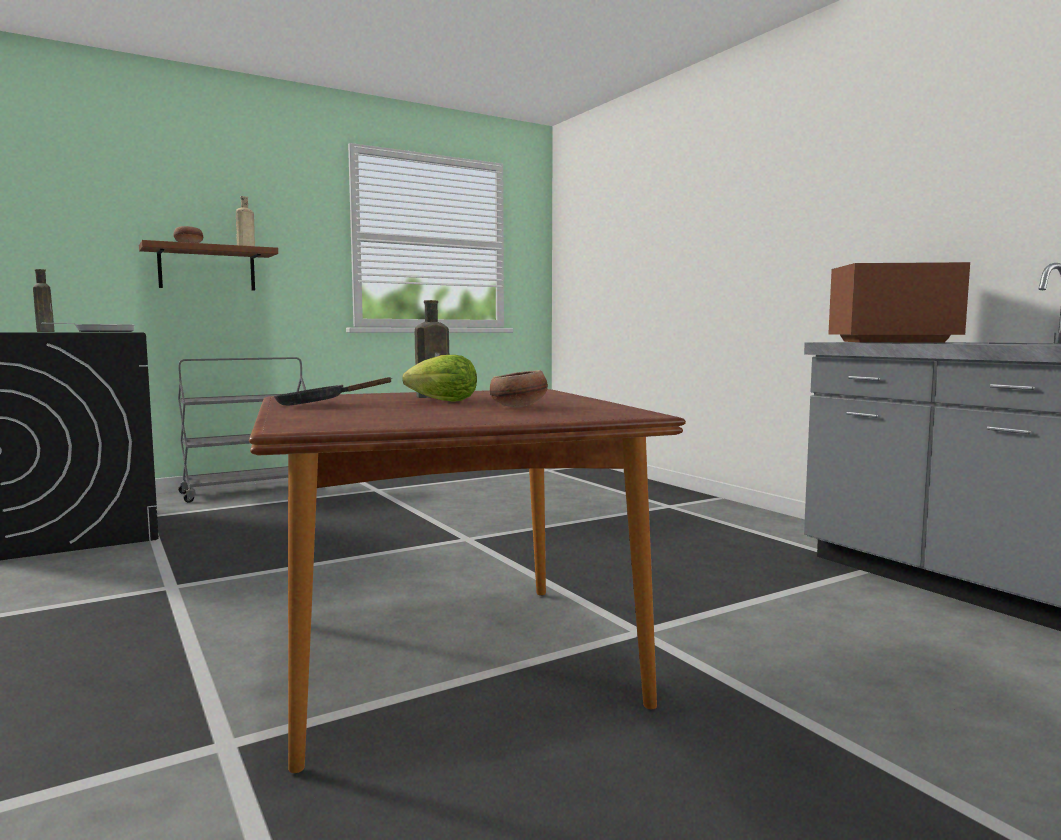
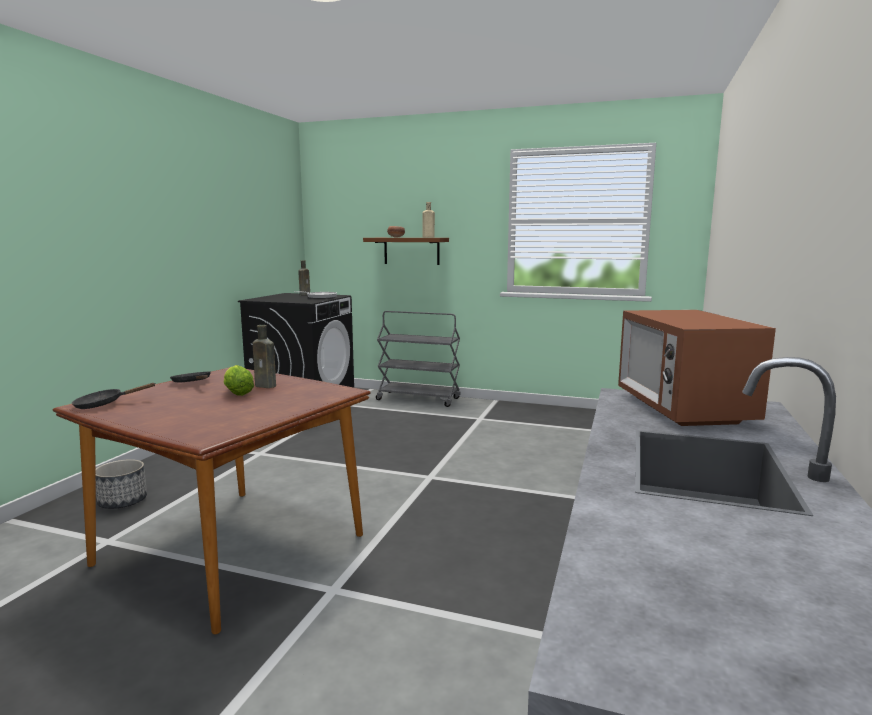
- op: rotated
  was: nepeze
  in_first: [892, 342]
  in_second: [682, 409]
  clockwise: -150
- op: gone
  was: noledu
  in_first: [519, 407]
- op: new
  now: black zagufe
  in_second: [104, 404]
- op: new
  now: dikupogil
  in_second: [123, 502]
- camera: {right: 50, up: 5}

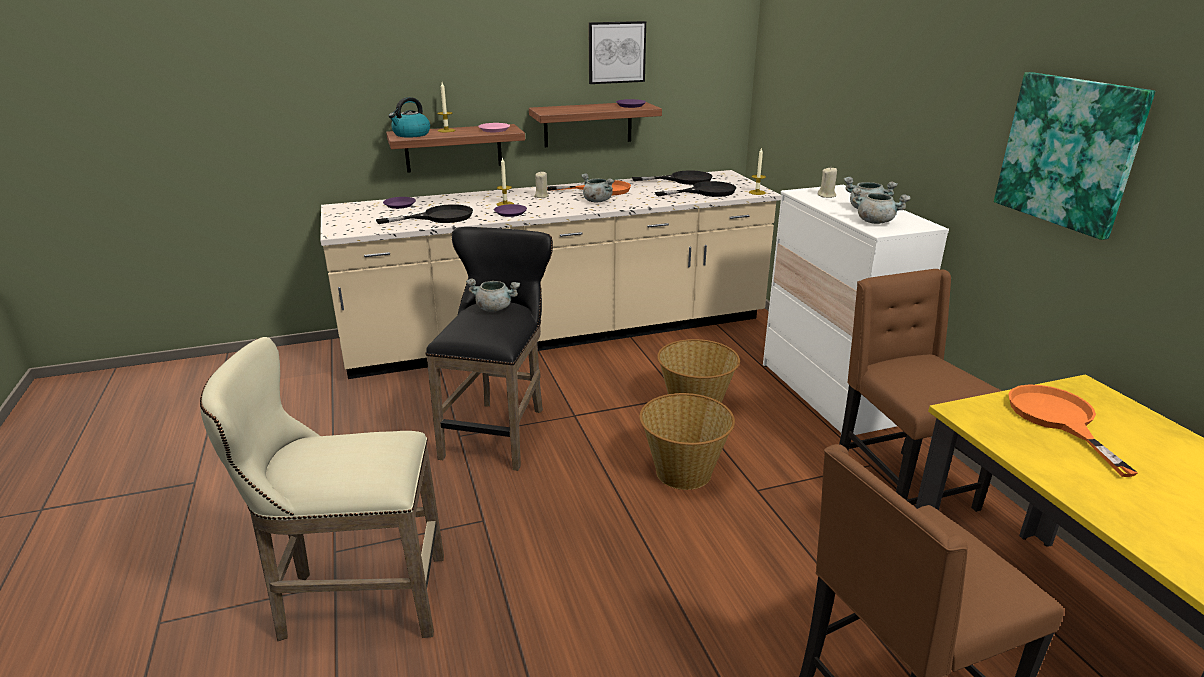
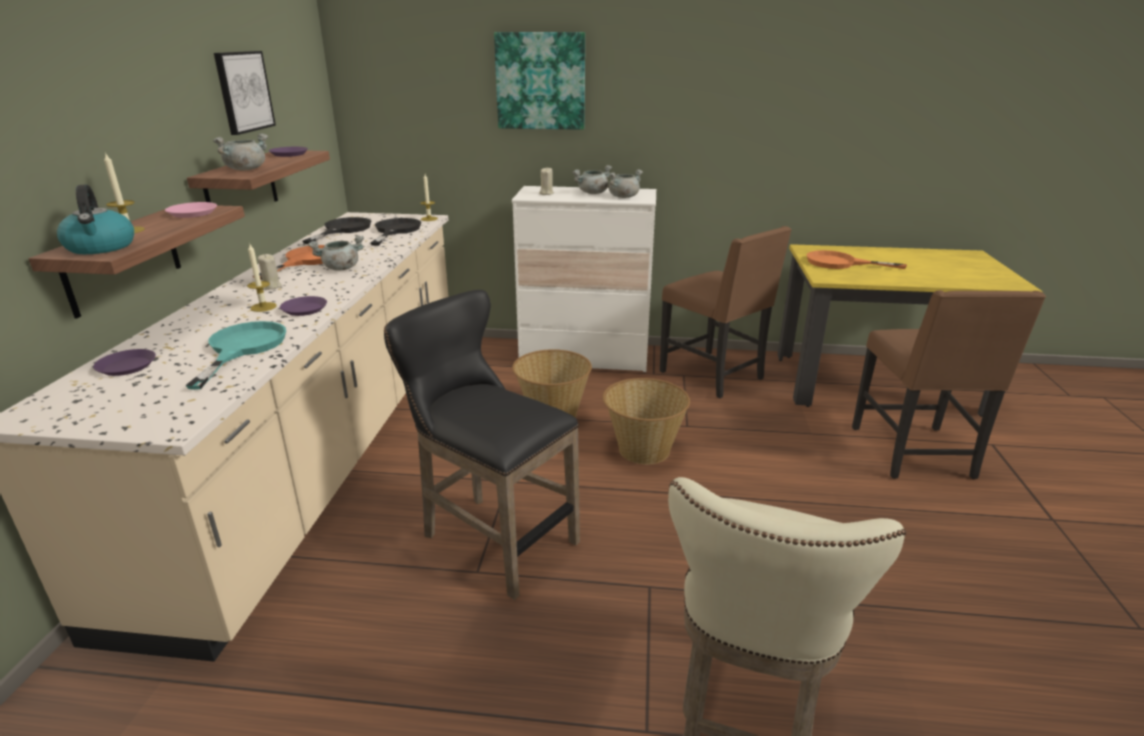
- op: shifted
  was: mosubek
  in_first: [1069, 152]
  in_second: [541, 81]
- op: repainted
  was: black zagufe
  now: turquoise zagufe
  in_first: [439, 217]
  in_second: [242, 348]
- op: rotated
  was: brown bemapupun
  in_first: [899, 488]
  in_second: [714, 375]
  clockwise: -135
- op: shifted
  was: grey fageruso
  in_first: [495, 308]
  in_second: [246, 169]
- camera: {right: -65, up: 0}

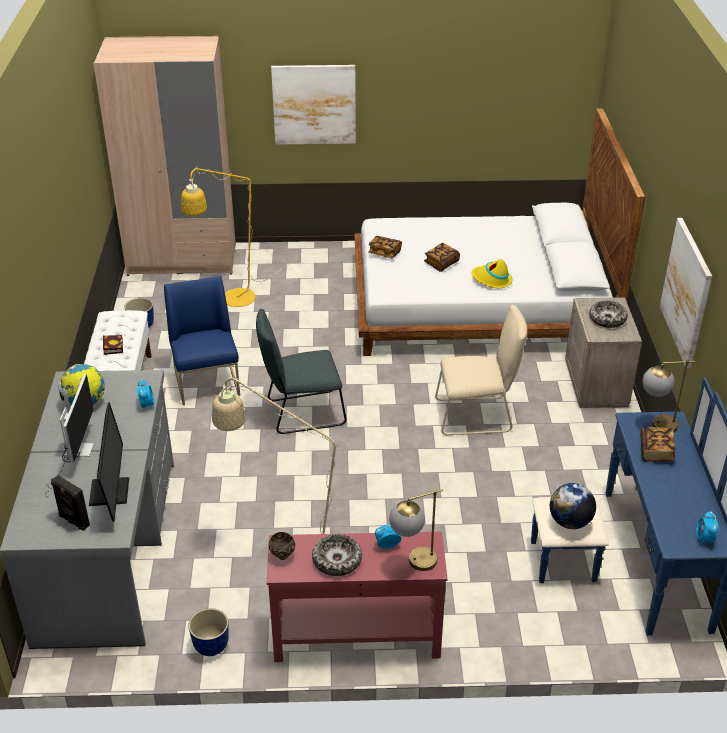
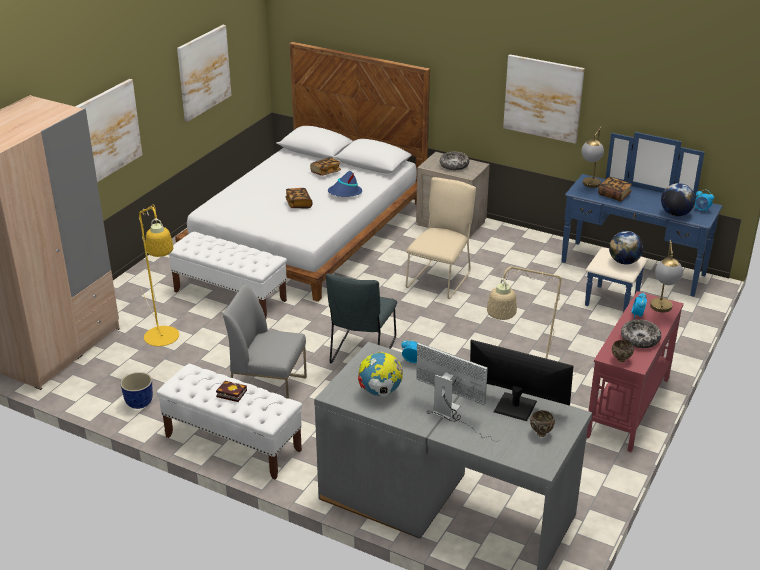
- op: shifted
  was: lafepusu
  in_first: [384, 253]
  in_second: [325, 172]
- op: repainted
  was: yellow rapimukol
  now: blue rapimukol
  in_first: [491, 280]
  in_second: [345, 193]
- op: repainted
  was: blue bemapupun
  now: grey bemapupun
  in_first: [207, 382]
  in_second: [269, 389]
- op: swapped
  was: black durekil
  now: brown noledu
  in_first: [73, 521]
  in_second: [541, 433]
- op: gone
  was: dikupogil
  in_first: [210, 646]
- op: new
  now: mosubek
  in_second: [203, 72]
- op: new
  now: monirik
  in_second: [675, 214]
- op: new
  now: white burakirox
  in_second: [230, 296]
- camera: {right: -60, up: -5}

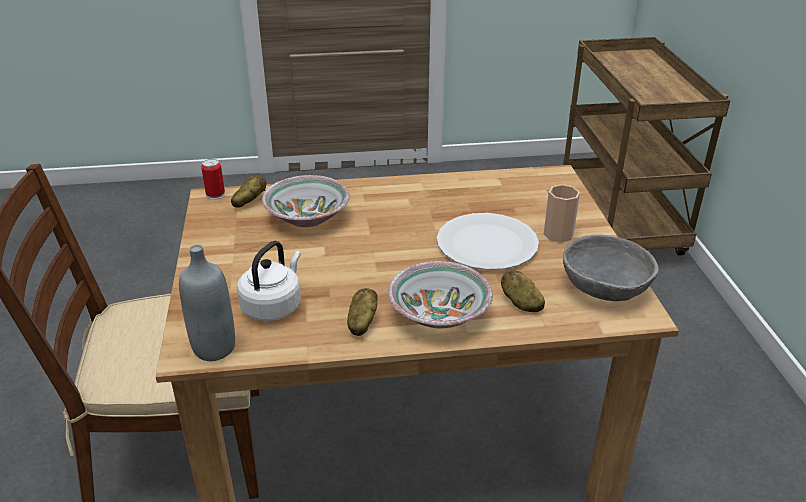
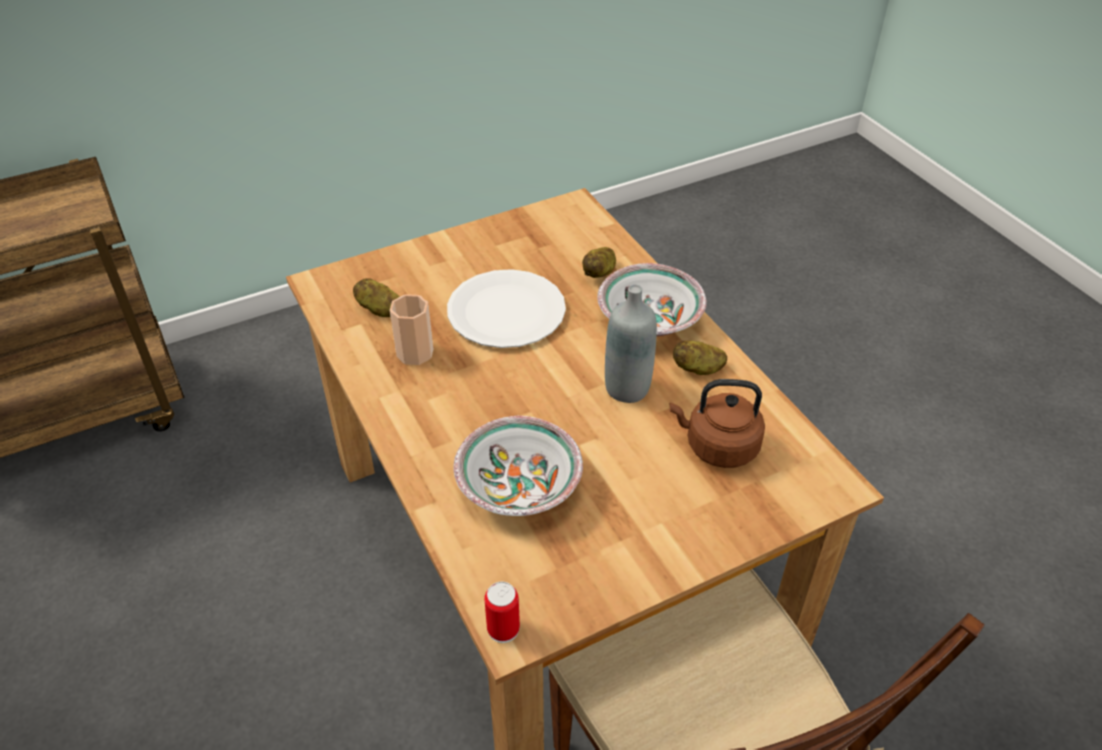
- op: shifted
  was: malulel
  in_first: [249, 201]
  in_second: [380, 310]
- op: shifted
  was: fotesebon
  in_first: [558, 234]
  in_second: [415, 353]
- op: gone
  was: grey noledu
  in_first: [603, 287]
- op: repainted
  was: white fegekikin
  now: brown fegekikin
  in_first: [273, 306]
  in_second: [717, 447]
- op: shifted
  was: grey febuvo
  in_first: [214, 348]
  in_second: [627, 388]
- camera: {right: -110, up: 10}

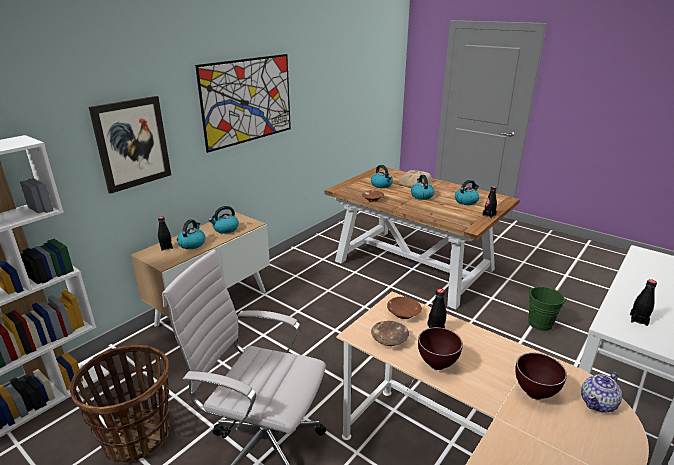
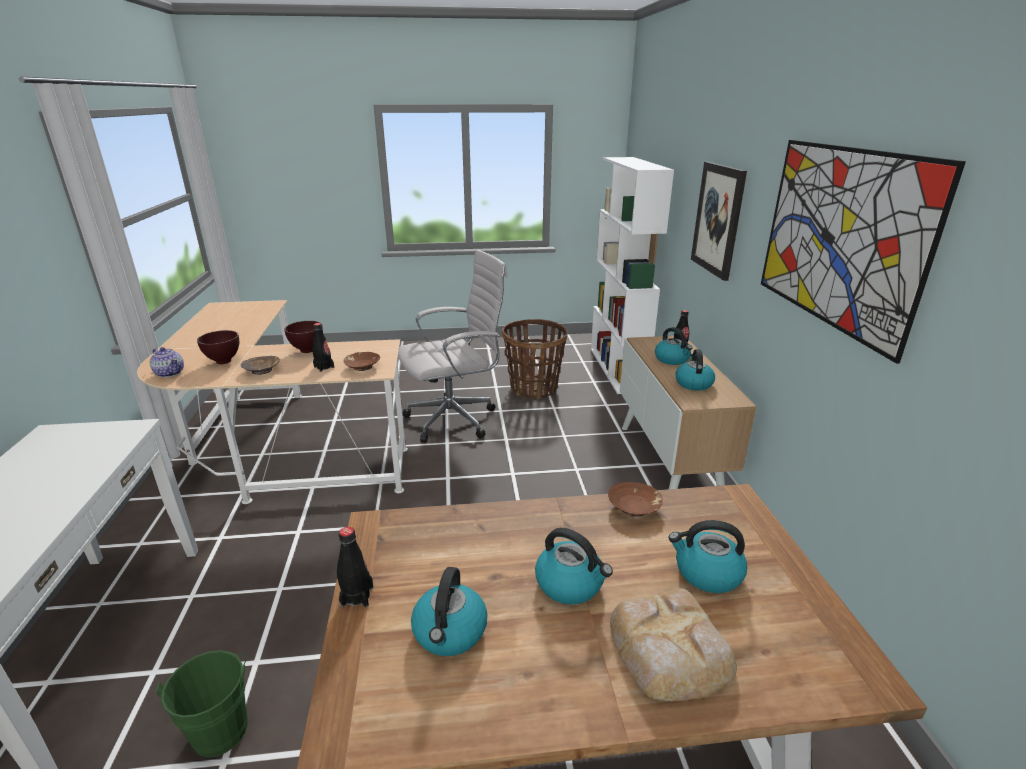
- op: gone
  was: black febuvo
  in_first: [638, 320]
- op: shifted
  was: brown noledu
  in_first: [389, 339]
  in_second: [262, 370]
- op: rotated
  was: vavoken
  in_first: [598, 403]
  in_second: [170, 373]
  clockwise: 120
- camera: {right: 135, up: 0}

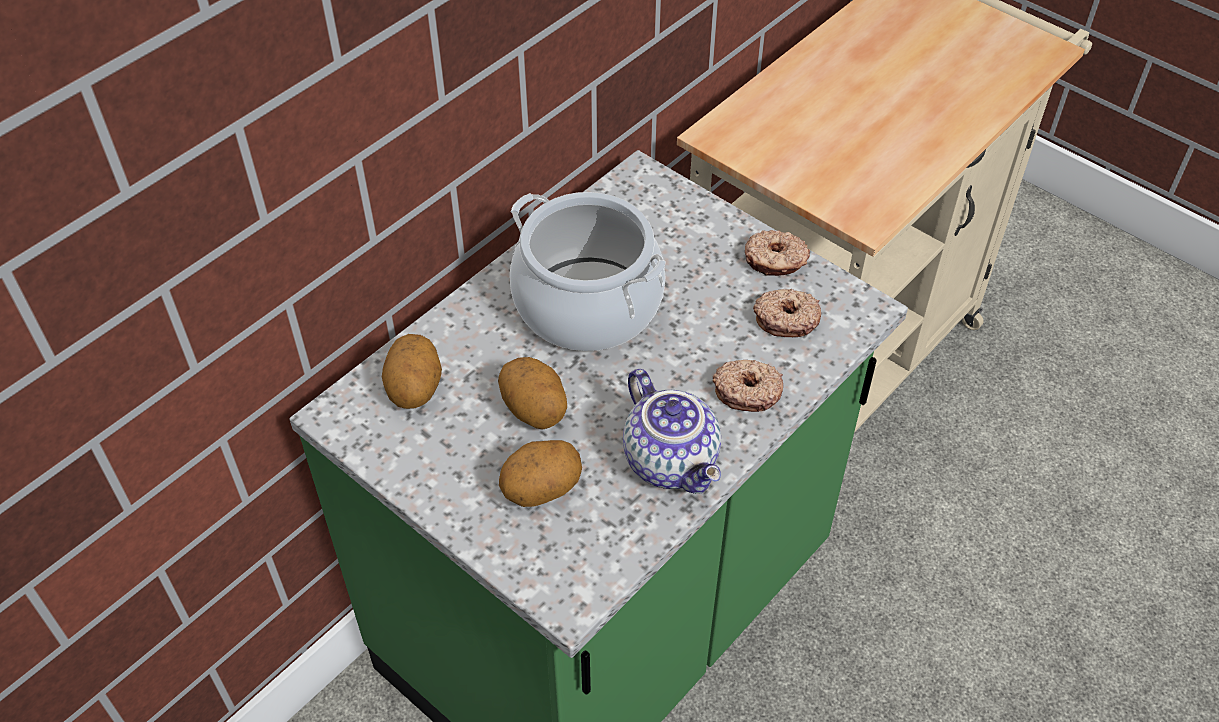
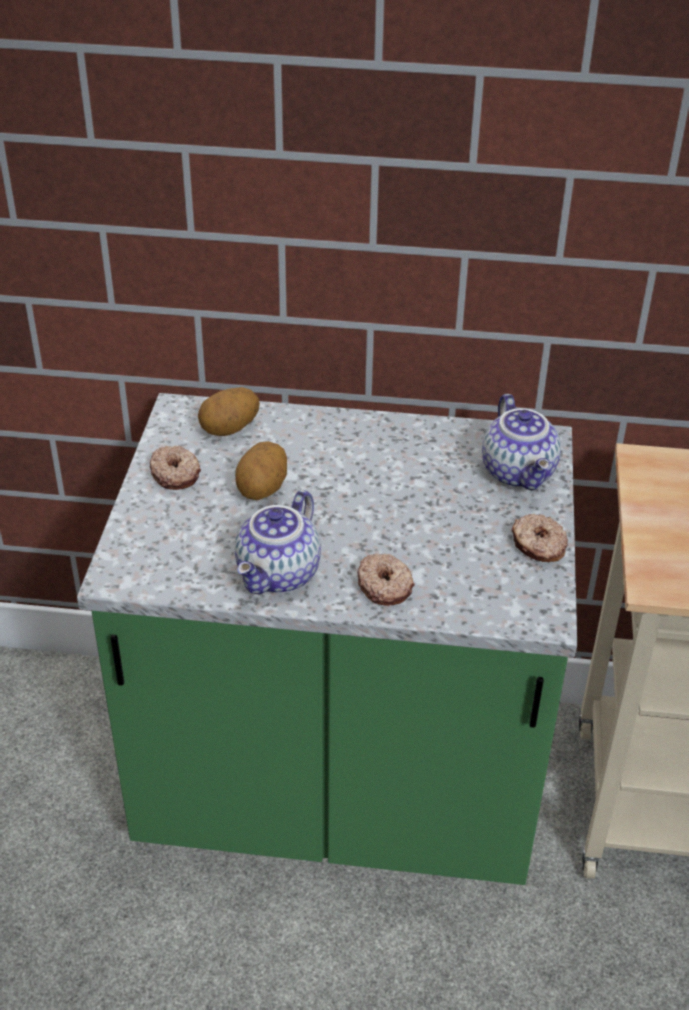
- op: gone
  was: fageruso
  in_first: [587, 305]
- op: shifted
  was: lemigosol
  in_first: [786, 319]
  in_second: [176, 474]
- op: gone
  was: malulel
  in_first: [541, 489]
- op: new
  now: vavoken
  in_second: [520, 473]
- camera: {right: 55, up: -10}

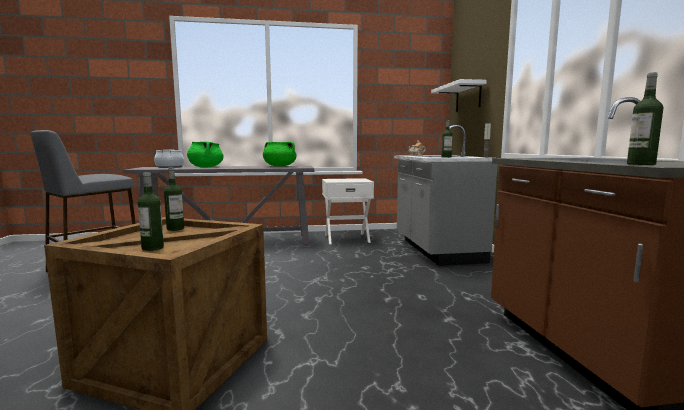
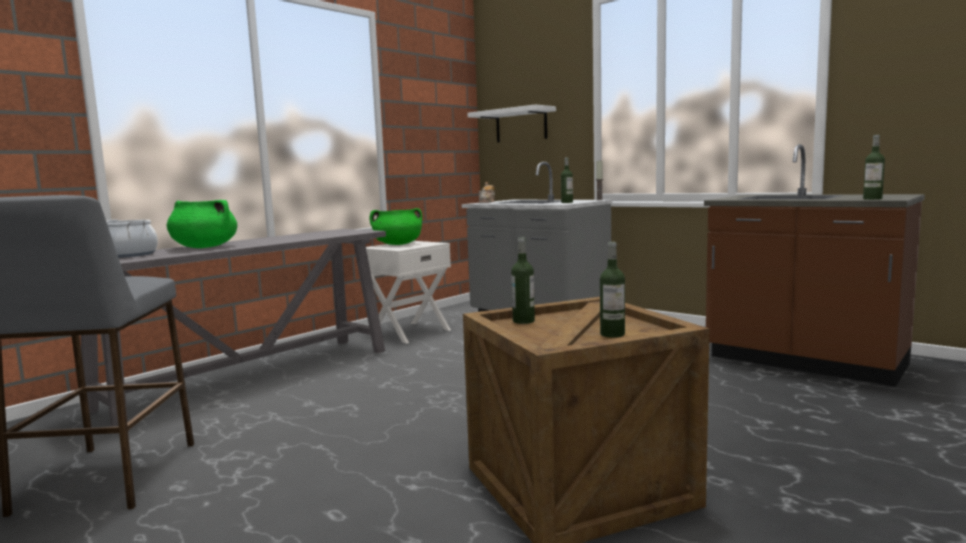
- op: shifted
  was: green fageruso
  in_first: [279, 166]
  in_second: [398, 244]
- camera: {right: -40, up: 0}

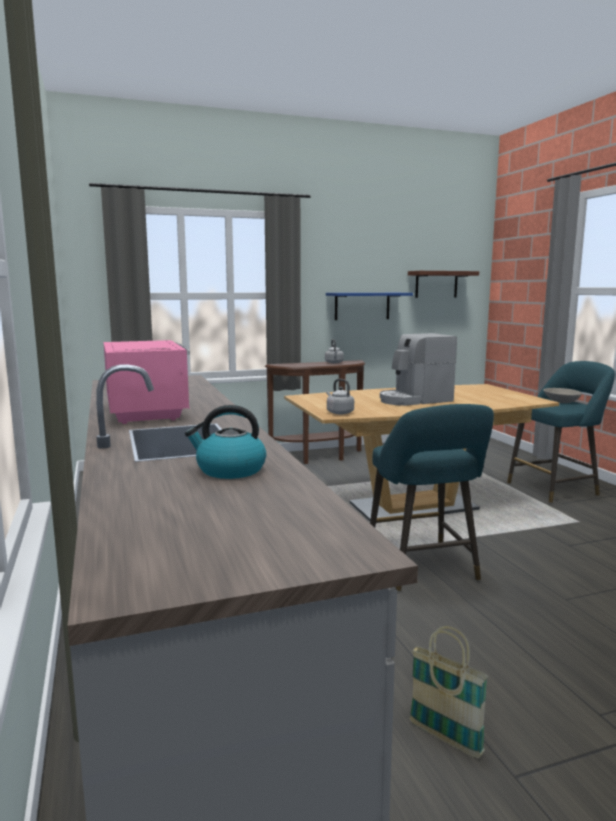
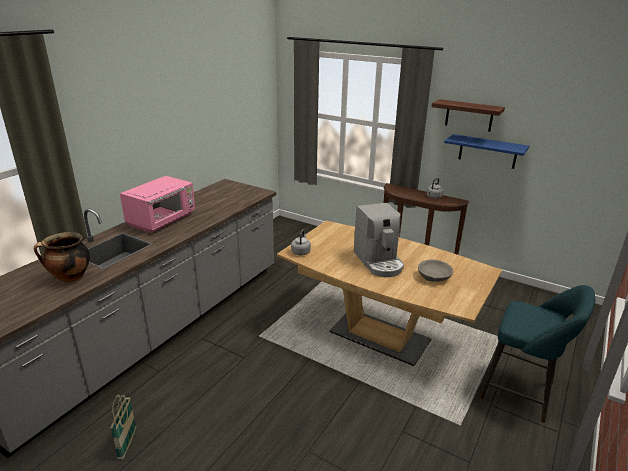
- op: shifted
  was: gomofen
  in_first: [436, 284]
  in_second: [469, 115]
- op: rotated
  was: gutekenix
  in_first: [414, 400]
  in_second: [379, 262]
  clockwise: -135
- op: shifted
  was: grey noledu
  in_first: [561, 401]
  in_second: [434, 277]
- op: gone
  was: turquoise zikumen
  in_first: [423, 570]
- op: swapped
  was: fegekikin
  now: fageruso
  in_first: [230, 470]
  in_second: [70, 278]
- camera: {right: 50, up: 15}

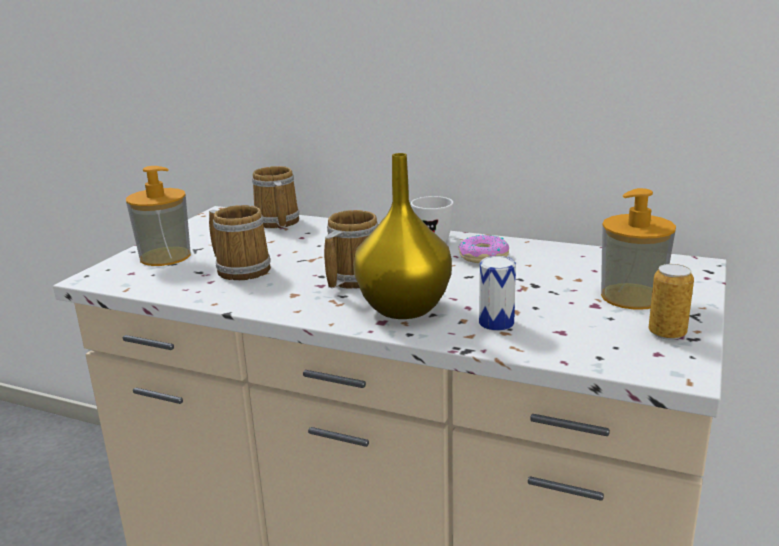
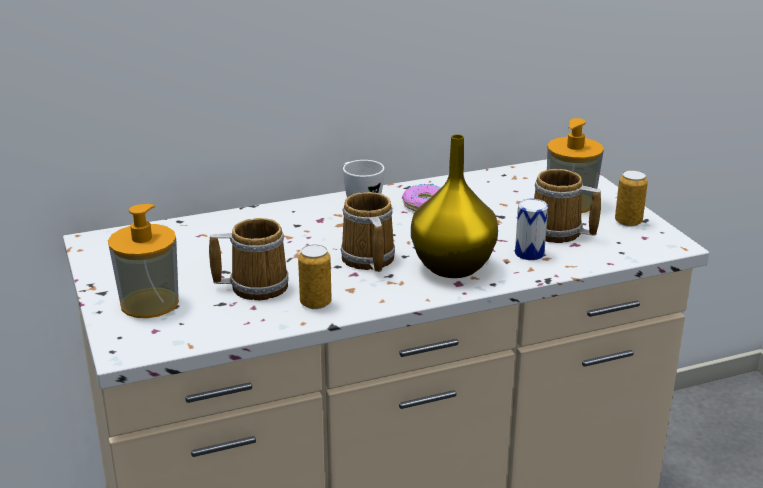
- op: shifted
  was: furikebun
  in_first: [276, 222]
  in_second: [558, 233]
- op: new
  now: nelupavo
  in_second: [315, 303]
- camera: {right: -45, up: 5}

